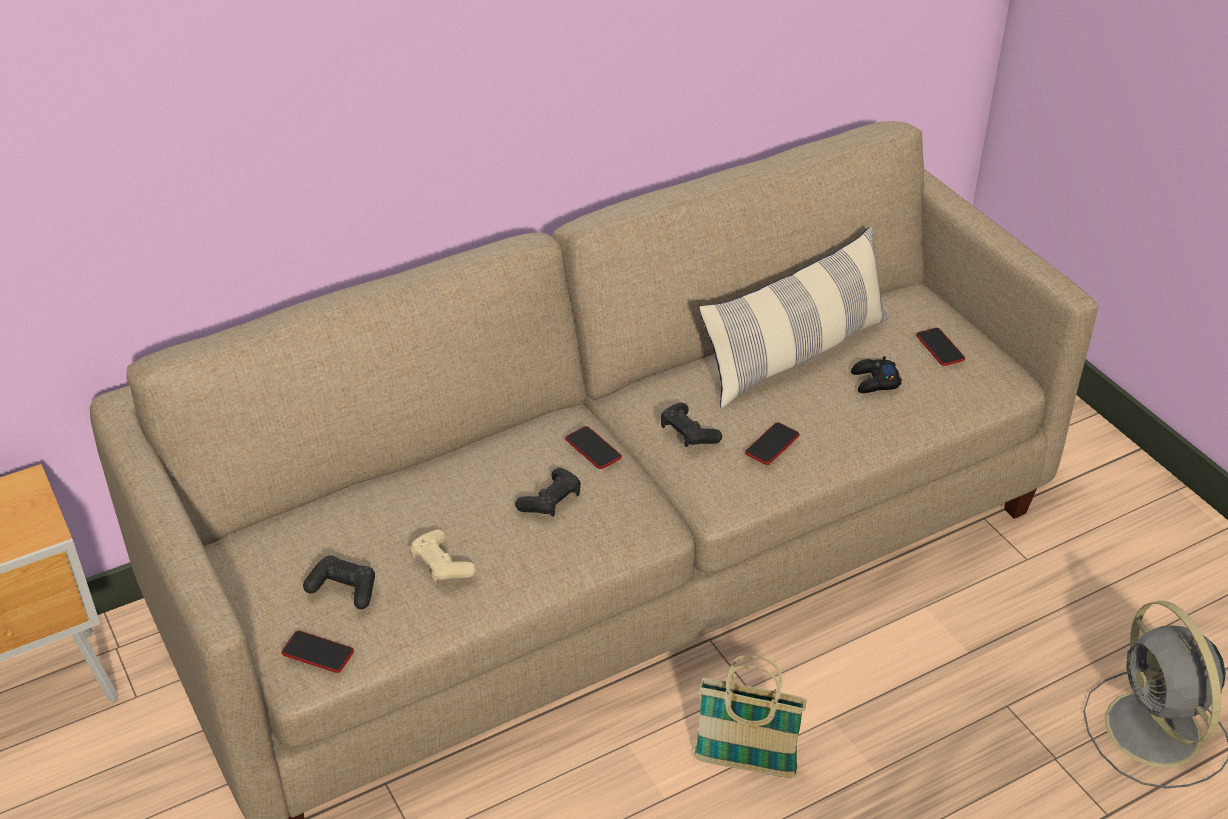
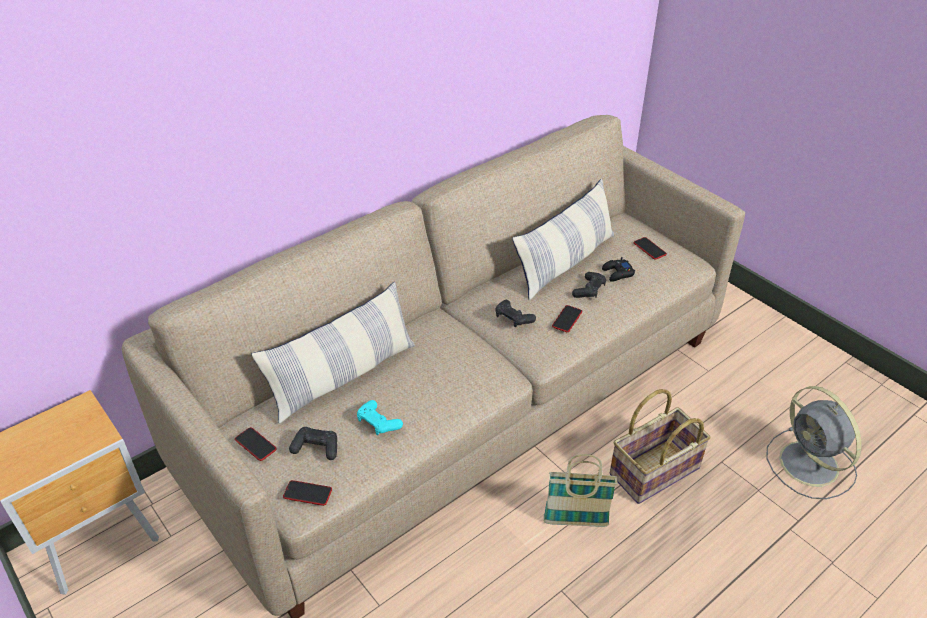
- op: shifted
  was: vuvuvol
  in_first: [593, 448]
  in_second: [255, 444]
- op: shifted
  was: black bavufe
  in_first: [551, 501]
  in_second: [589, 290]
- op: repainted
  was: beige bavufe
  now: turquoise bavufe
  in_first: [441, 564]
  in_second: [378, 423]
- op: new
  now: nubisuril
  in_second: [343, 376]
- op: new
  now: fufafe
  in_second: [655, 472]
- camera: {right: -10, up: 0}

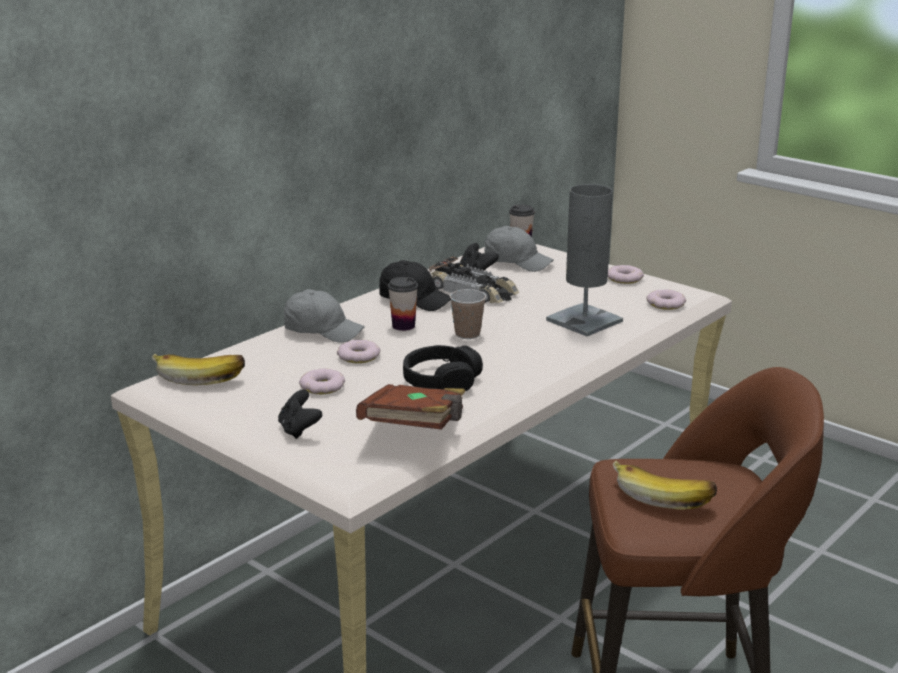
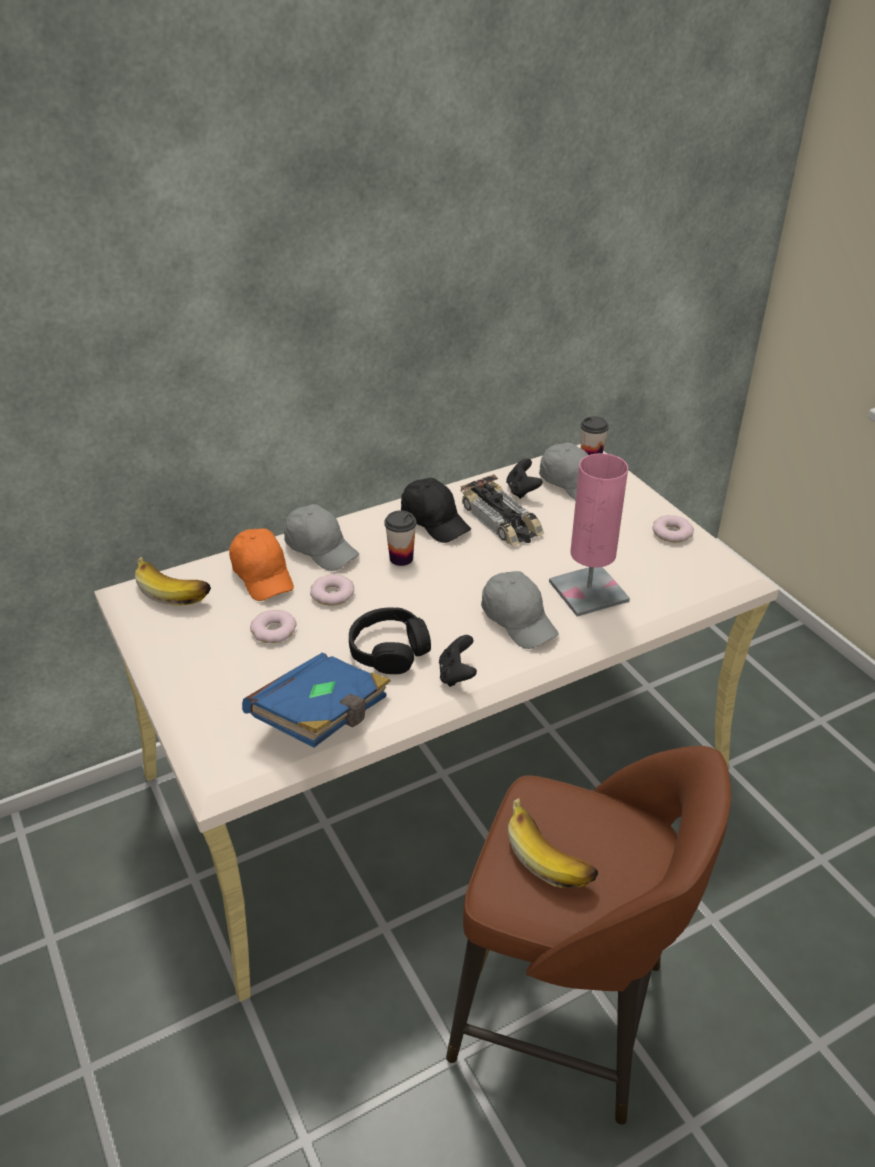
- op: repainted
  was: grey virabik
  now: pink virabik
  in_first: [584, 321]
  in_second: [588, 591]
- op: gone
  was: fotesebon
  in_first: [467, 334]
- op: gone
  was: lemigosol
  in_first: [666, 304]
- op: repainted
  was: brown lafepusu
  now: blue lafepusu
  in_first: [416, 430]
  in_second: [323, 717]
- op: shifted
  was: black bavufe
  in_first: [299, 430]
  in_second: [456, 675]
- op: new
  now: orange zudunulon
  in_second: [263, 575]
- op: new
  now: grey zudunulon
  in_second: [518, 620]
- camera: {right: 20, up: 15}

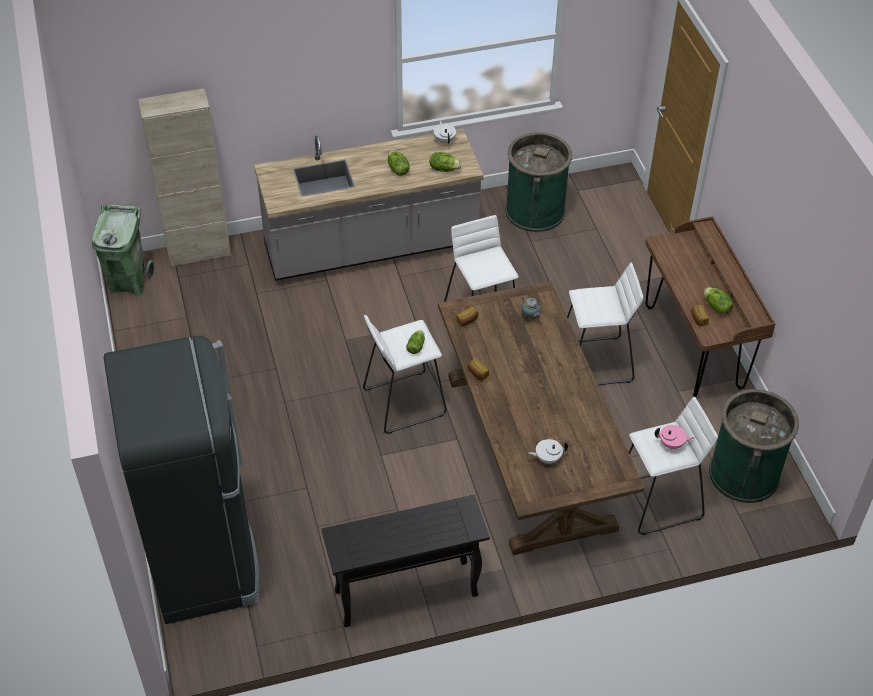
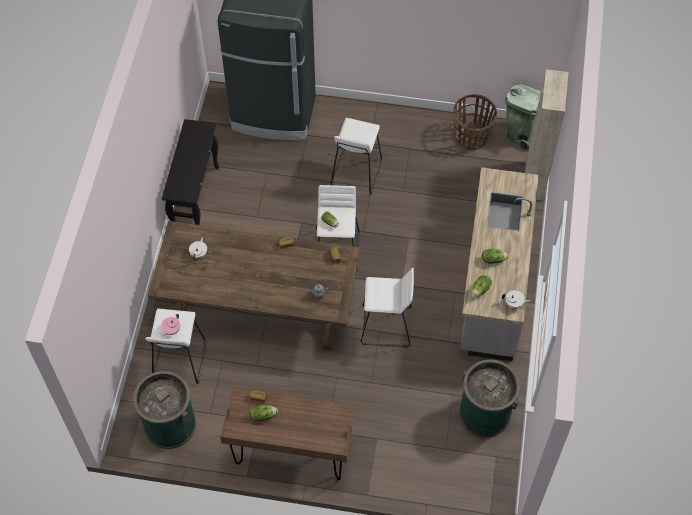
- op: shifted
  was: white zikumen
  in_first: [596, 363]
  in_second: [356, 173]
- op: new
  now: fufafe
  in_second: [471, 137]
- camera: {right: 115, up: 10}

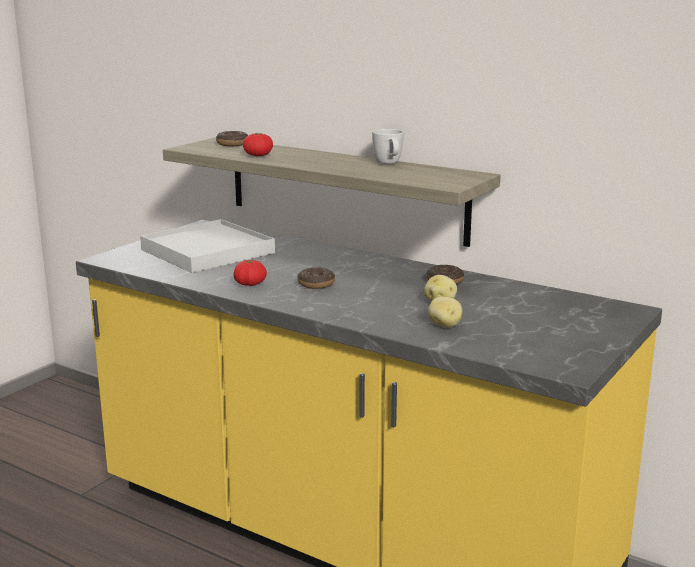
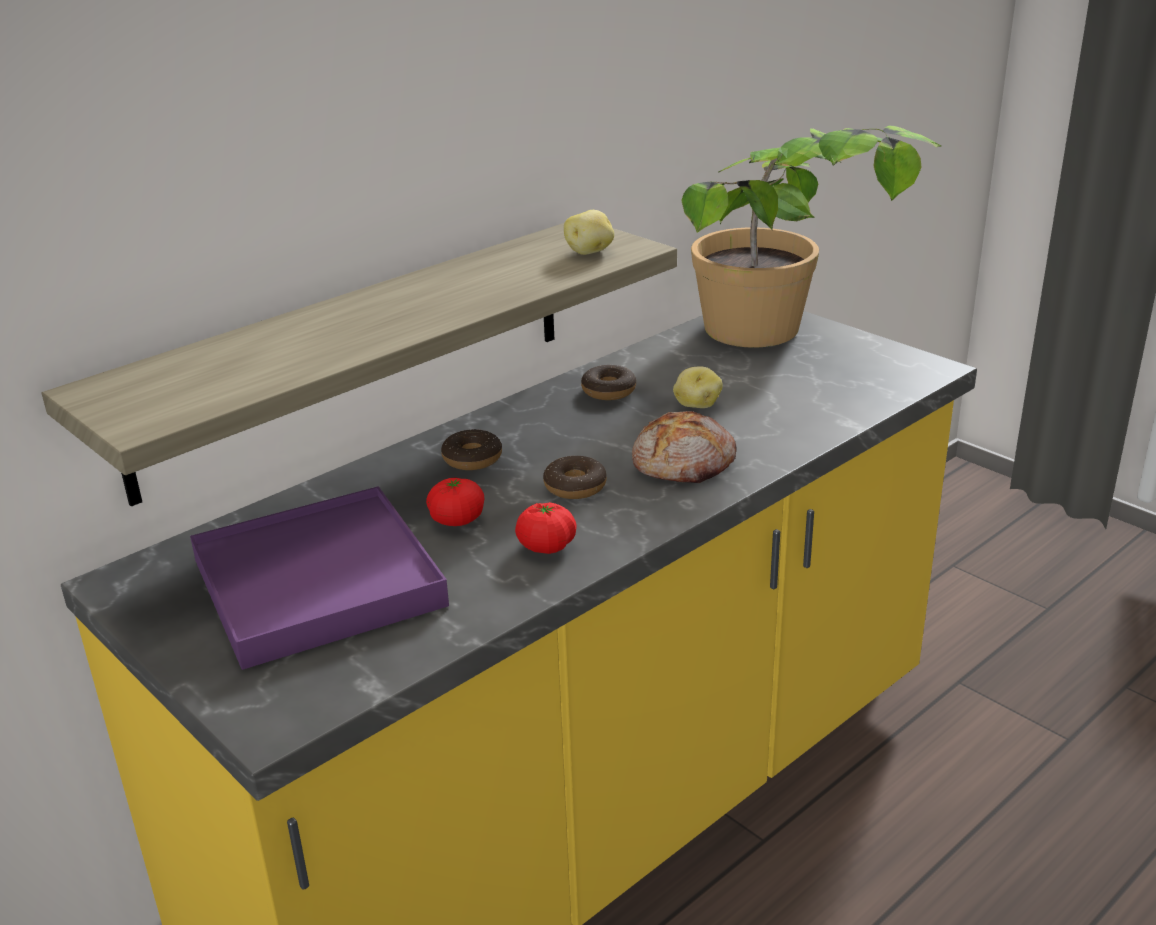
- op: gone
  was: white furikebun
  in_first: [389, 164]
- op: shifted
  was: lemigosol
  in_first: [232, 144]
  in_second: [472, 458]
- op: shifted
  was: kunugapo
  in_first: [258, 155]
  in_second: [457, 519]
- op: repainted
  was: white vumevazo
  now: purple vumevazo
  in_first: [208, 251]
  in_second: [318, 582]
- op: shifted
  was: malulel
  in_first: [444, 325]
  in_second: [590, 252]
- op: new
  now: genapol
  in_second: [783, 346]
- op: new
  now: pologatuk
  in_second: [685, 464]
- camera: {right: -75, up: 10}

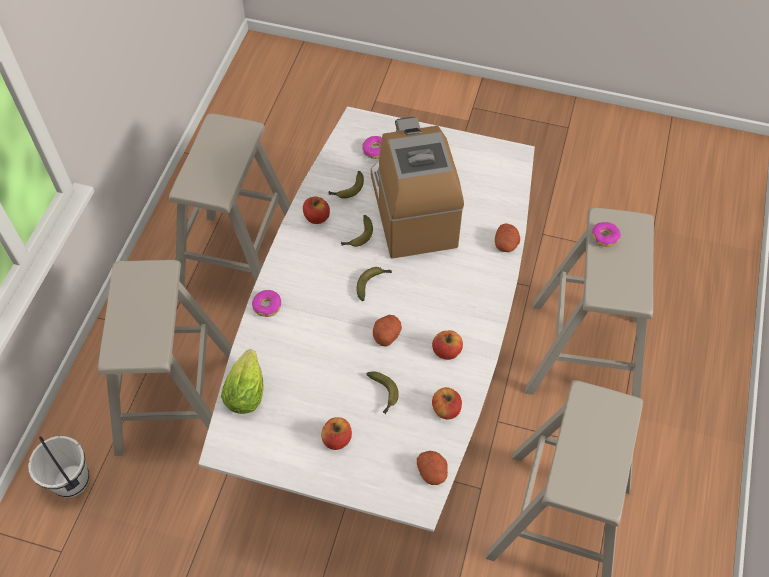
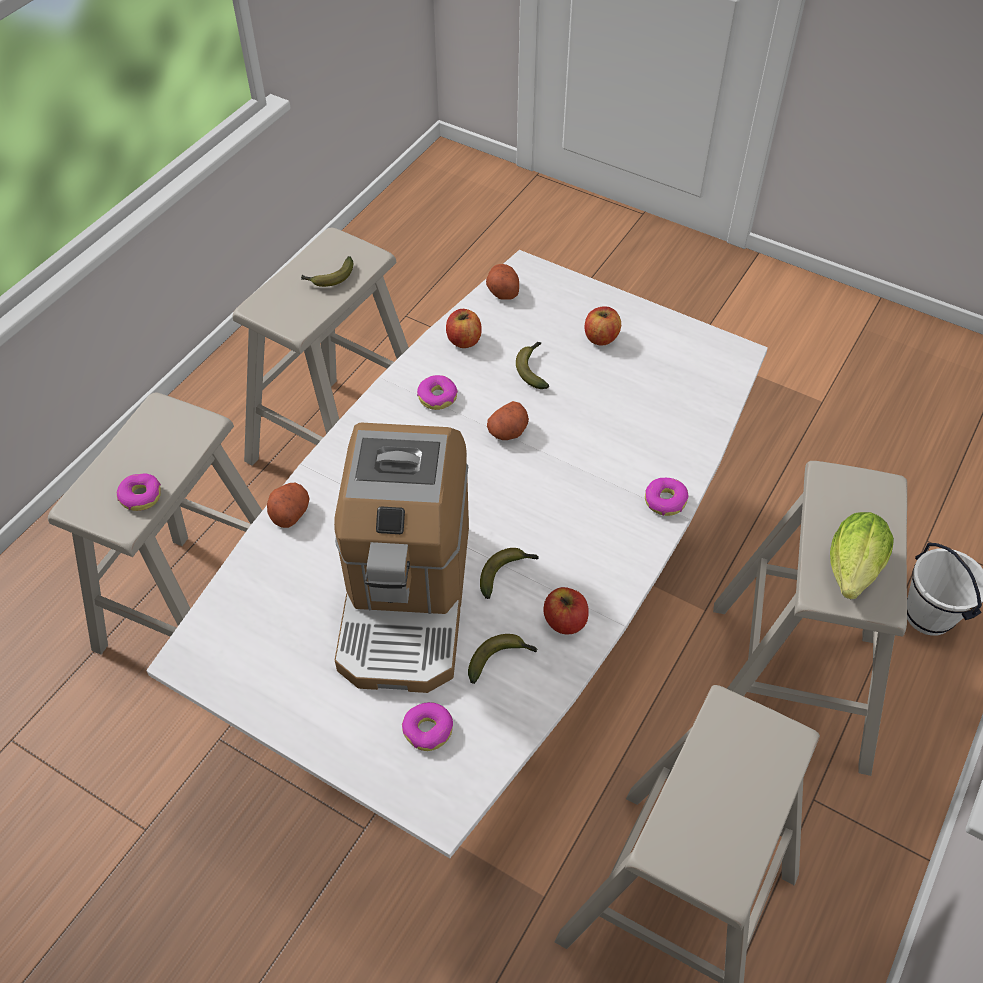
- op: shifted
  was: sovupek
  in_first: [372, 283]
  in_second: [329, 278]
- op: swapped
  was: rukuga
  now: lemigosol
  in_first: [446, 351]
  in_second: [437, 397]
- op: shifted
  was: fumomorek
  in_first: [247, 389]
  in_second: [851, 573]
- camera: {right: -165, up: -5}

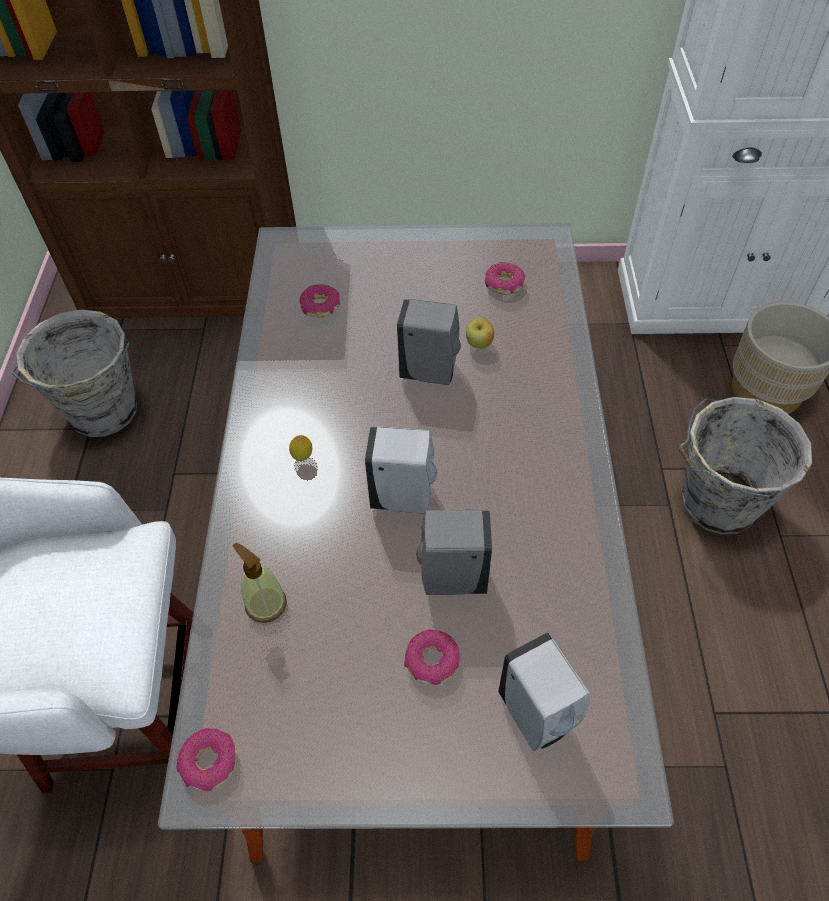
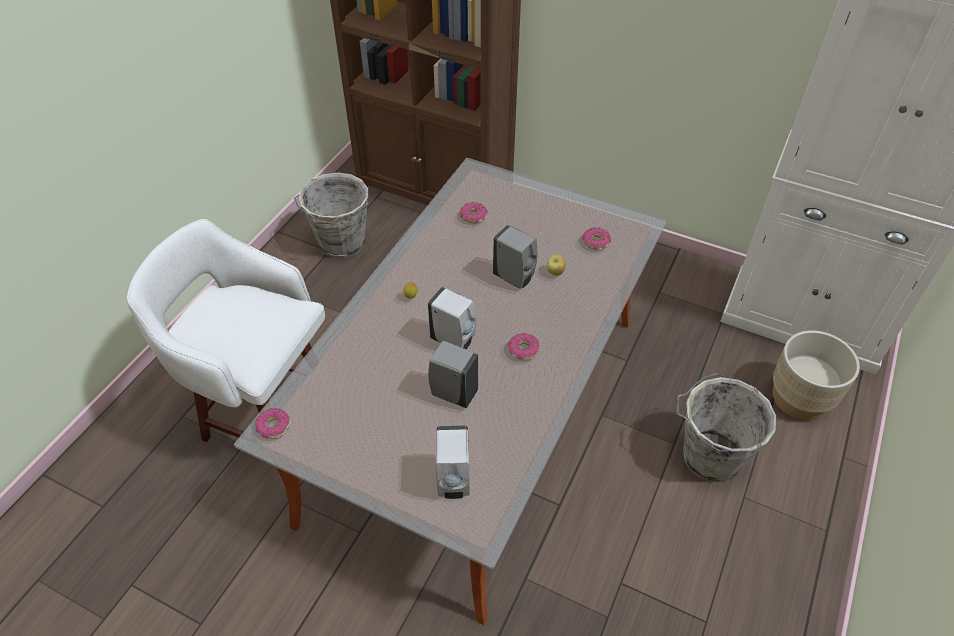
- op: gone
  was: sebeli
  in_first: [265, 603]
- op: shifted
  was: lemigosol
  in_first: [432, 661]
  in_second: [523, 350]
- camera: {right: 25, up: -5}

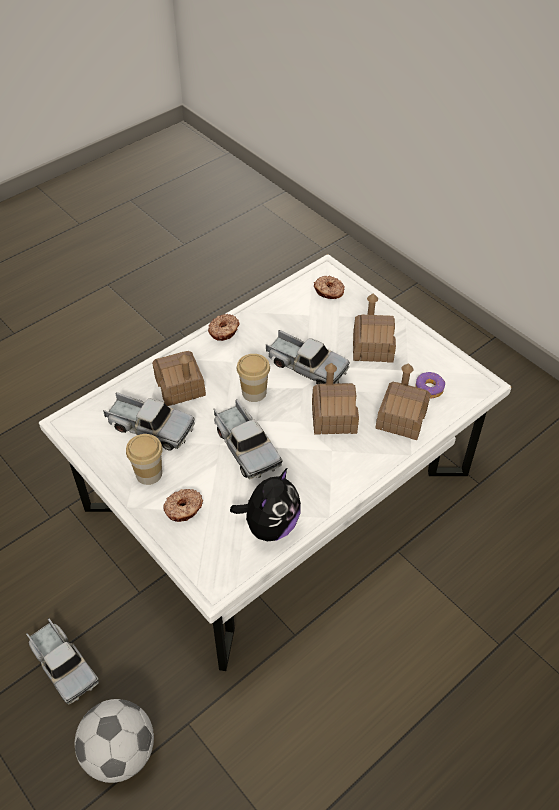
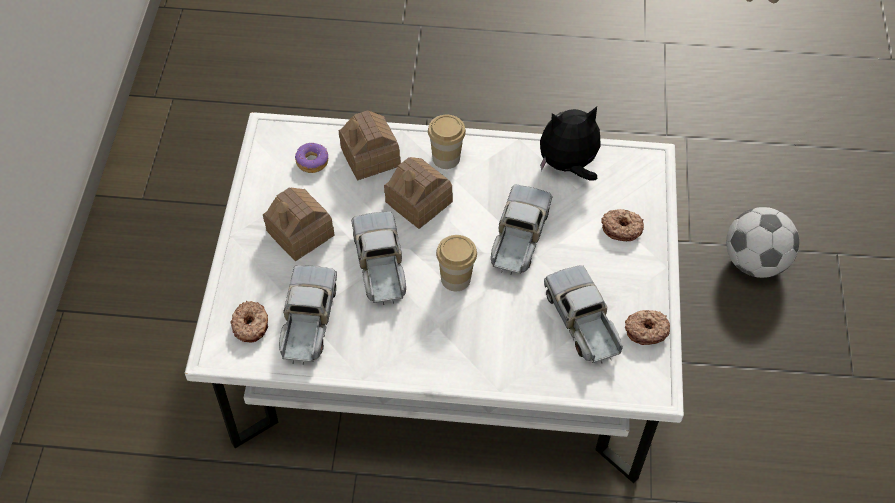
- op: shifted
  was: lemigosol
  in_first: [224, 331]
  in_second: [646, 330]
- op: gone
  was: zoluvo
  in_first: [180, 387]
- op: shifted
  was: fotesebon
  in_first: [149, 474]
  in_second: [446, 158]
- op: shifted
  was: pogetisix
  in_first: [63, 665]
  in_second: [308, 321]
- camera: {right: -135, up: 5}

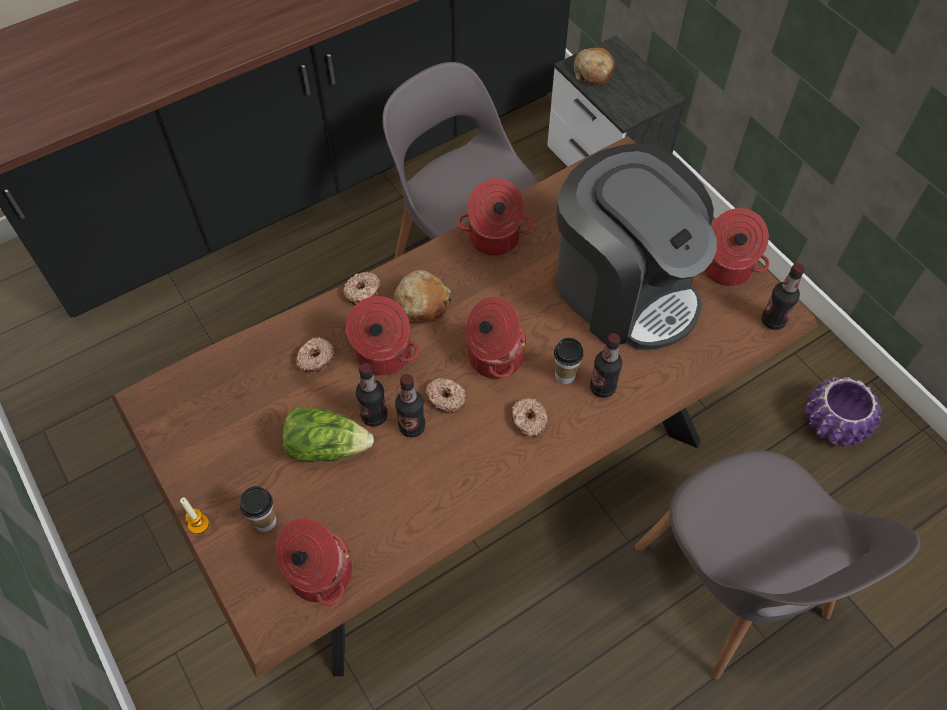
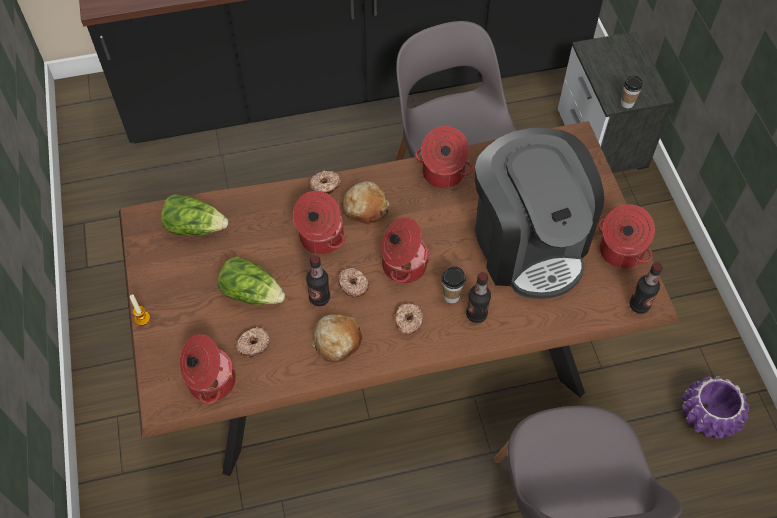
- op: shifted
  was: pologatuk
  in_first: [593, 72]
  in_second: [337, 341]
- op: shifted
  was: lemigosol
  in_first: [315, 359]
  in_second: [253, 344]
- op: gone
  was: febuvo
  in_first: [374, 416]
- op: shifted
  was: fotesebon
  in_first: [265, 521]
  in_second: [627, 103]
- op: new
  now: fumomorek
  in_second: [195, 227]
- camera: {right: 20, up: 0}

